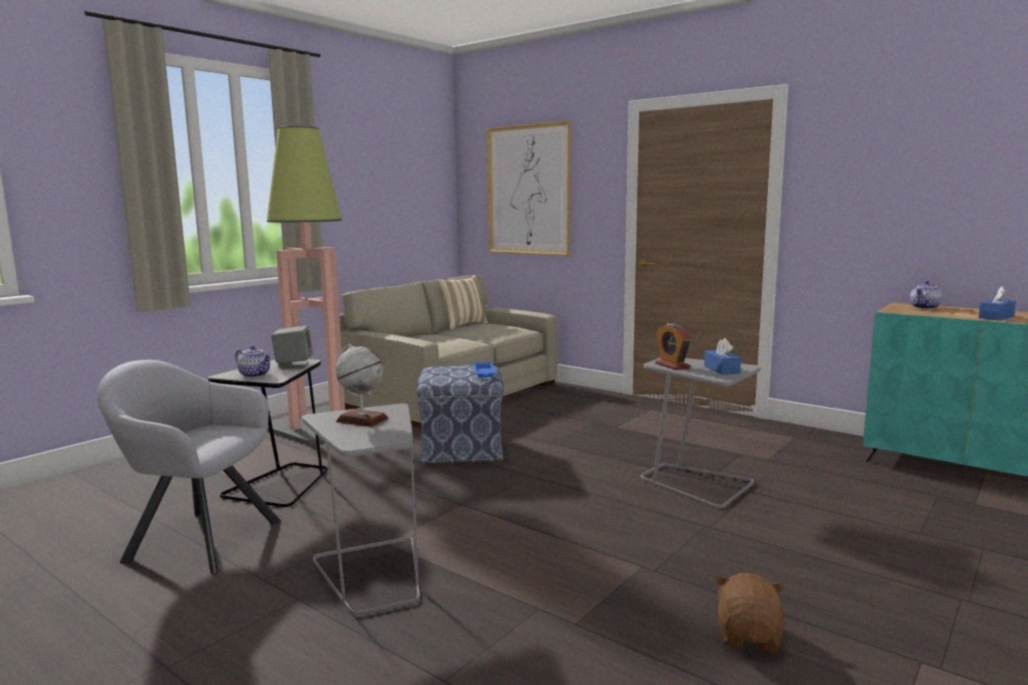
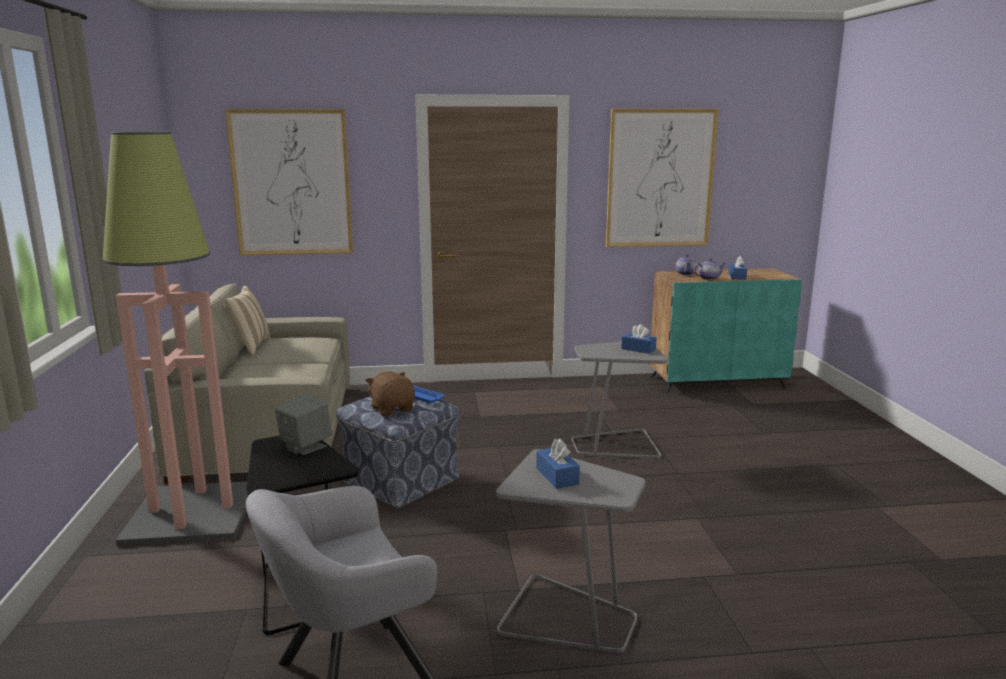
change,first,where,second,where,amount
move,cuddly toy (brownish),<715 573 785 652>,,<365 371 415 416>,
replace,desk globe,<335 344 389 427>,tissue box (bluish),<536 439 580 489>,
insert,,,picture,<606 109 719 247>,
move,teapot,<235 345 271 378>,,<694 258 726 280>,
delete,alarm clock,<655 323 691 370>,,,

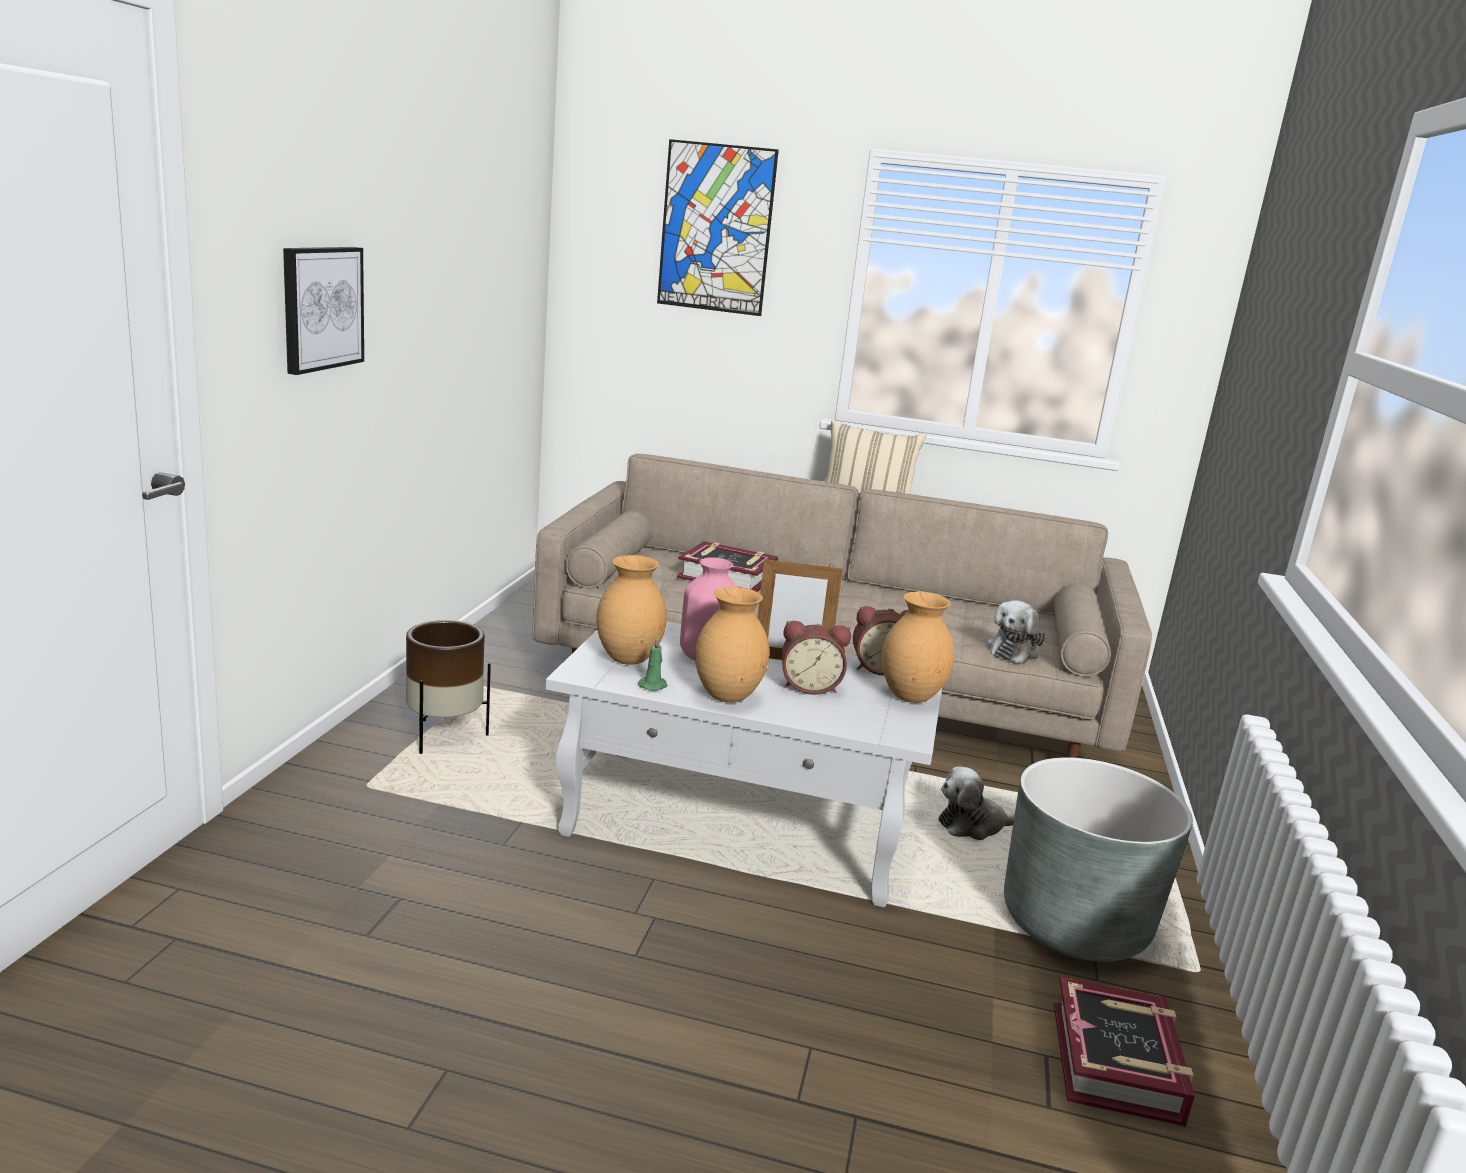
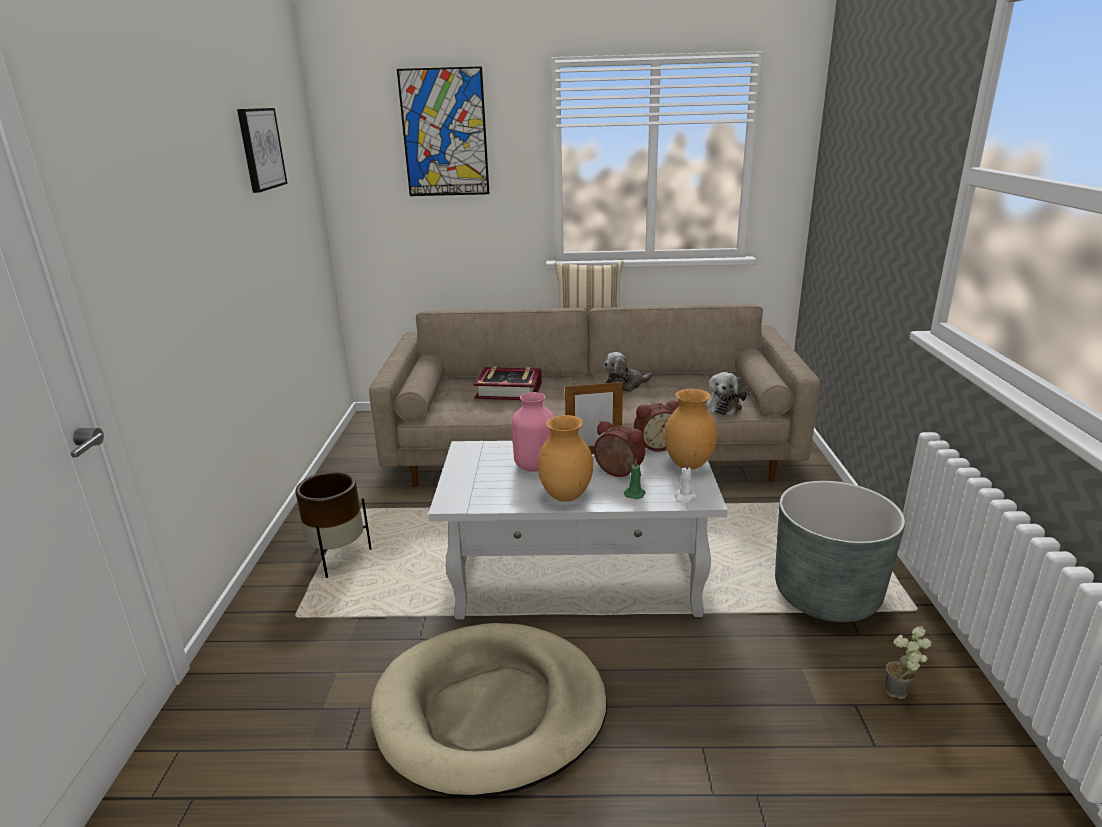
change,first,where,second,where,amount
move,picture,<283 247 364 375>,,<237 108 288 193>,
insert,,,pet bed (beige),<371 623 607 797>,
rotate,alarm clock,<782 621 851 695>,,<594 421 645 477>,135 degrees counterclockwise
move,cuddly toy,<938 766 1015 840>,,<603 352 653 392>,
move,wax light (greenish),<638 637 668 691>,,<624 459 645 499>,
insert,,,wax light (whitish),<674 461 697 503>,
replace,book,<1054 977 1195 1127>,potted plant,<885 626 931 699>,
delete,decorative vase (brownish),<596 555 667 665>,,,

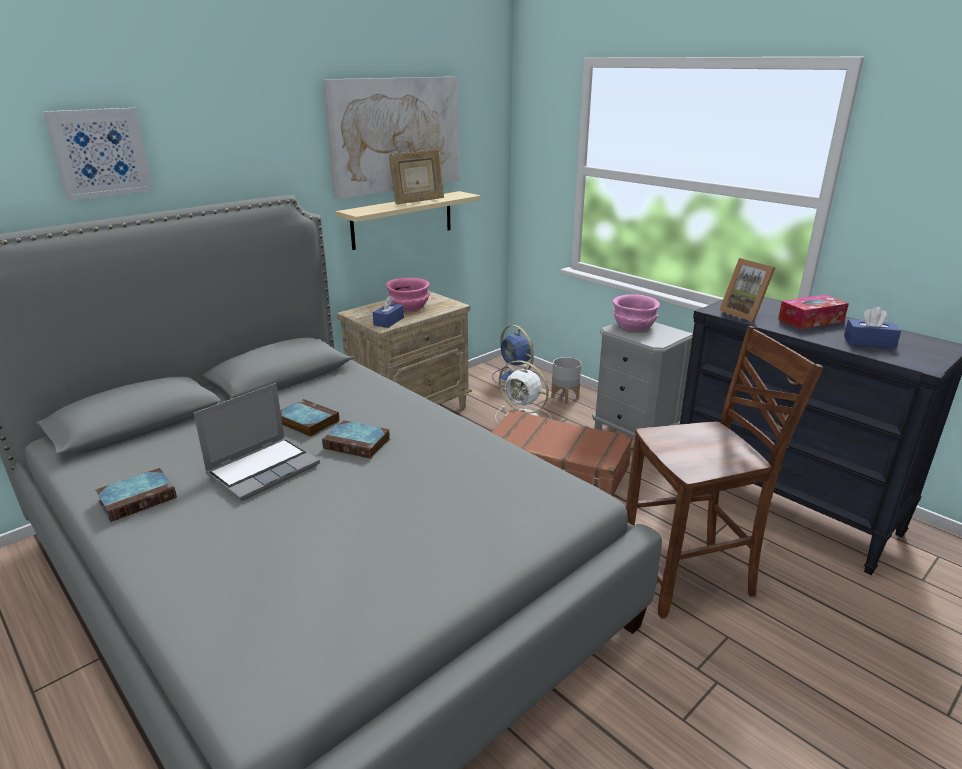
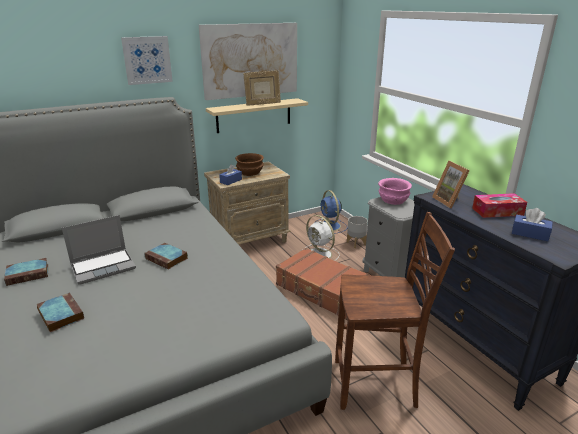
change,first,where,second,where,amount
move,book,<280 399 339 437>,,<36 293 84 332>,
move,picture,<43 108 153 200>,,<121 36 173 85>,
recolor,serving bowl (pink-coloured),<386 278 430 312>,serving bowl (brownish),<235 153 264 176>,

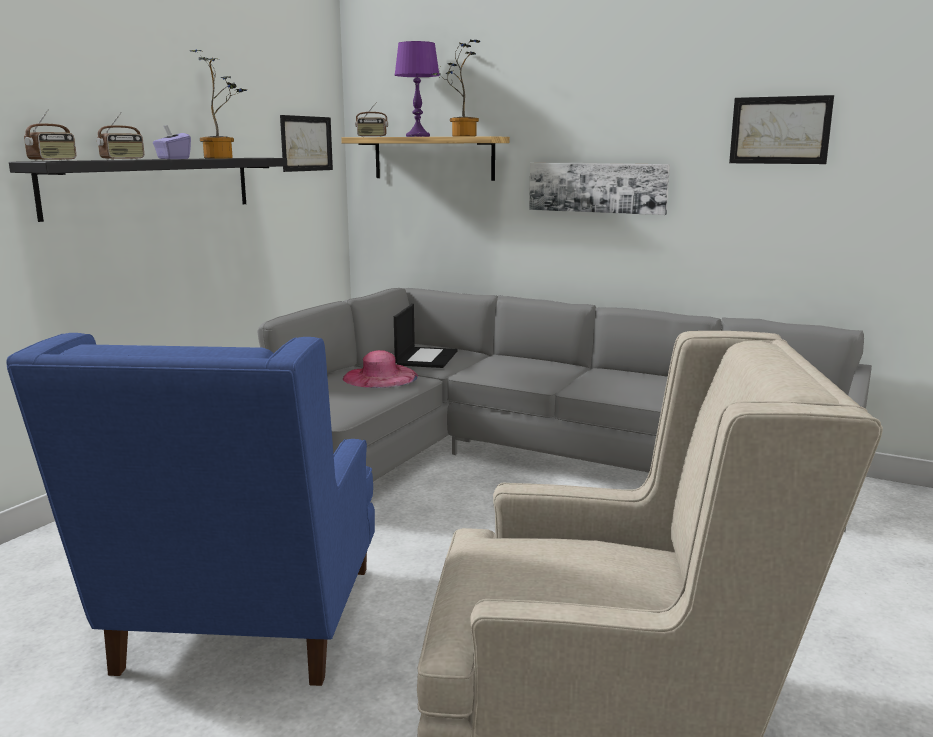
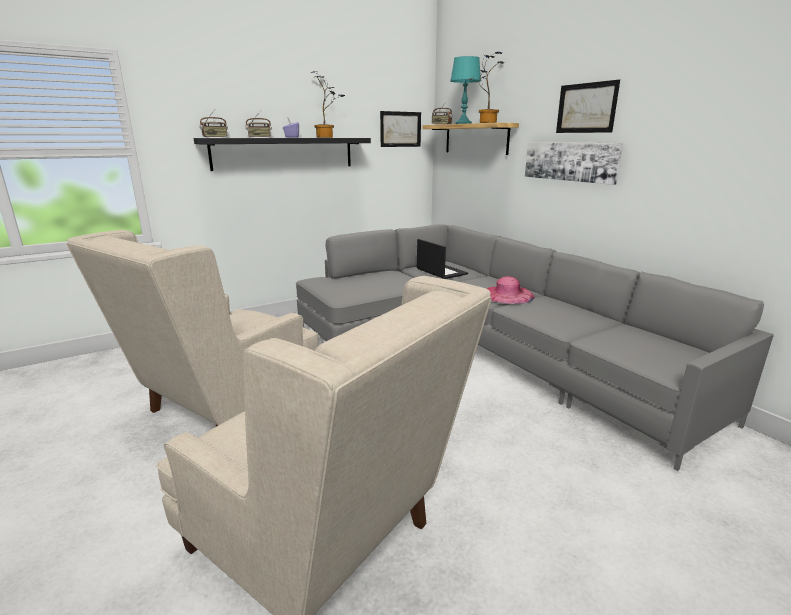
change,first,where,second,where,amount
recolor,lounge chair (bluish),<6 333 375 686>,lounge chair (beige),<67 230 319 427>,
rotate,laptop,<394 304 458 368>,,<417 239 468 279>,75 degrees counterclockwise
recolor,table lamp (purple-coloured),<394 41 440 137>,table lamp (turquoise-coloured),<450 56 481 124>,
move,wearable hat (pink-coloured),<343 350 418 388>,,<487 276 535 304>,
move,picture,<729 95 834 164>,,<556 80 620 133>,

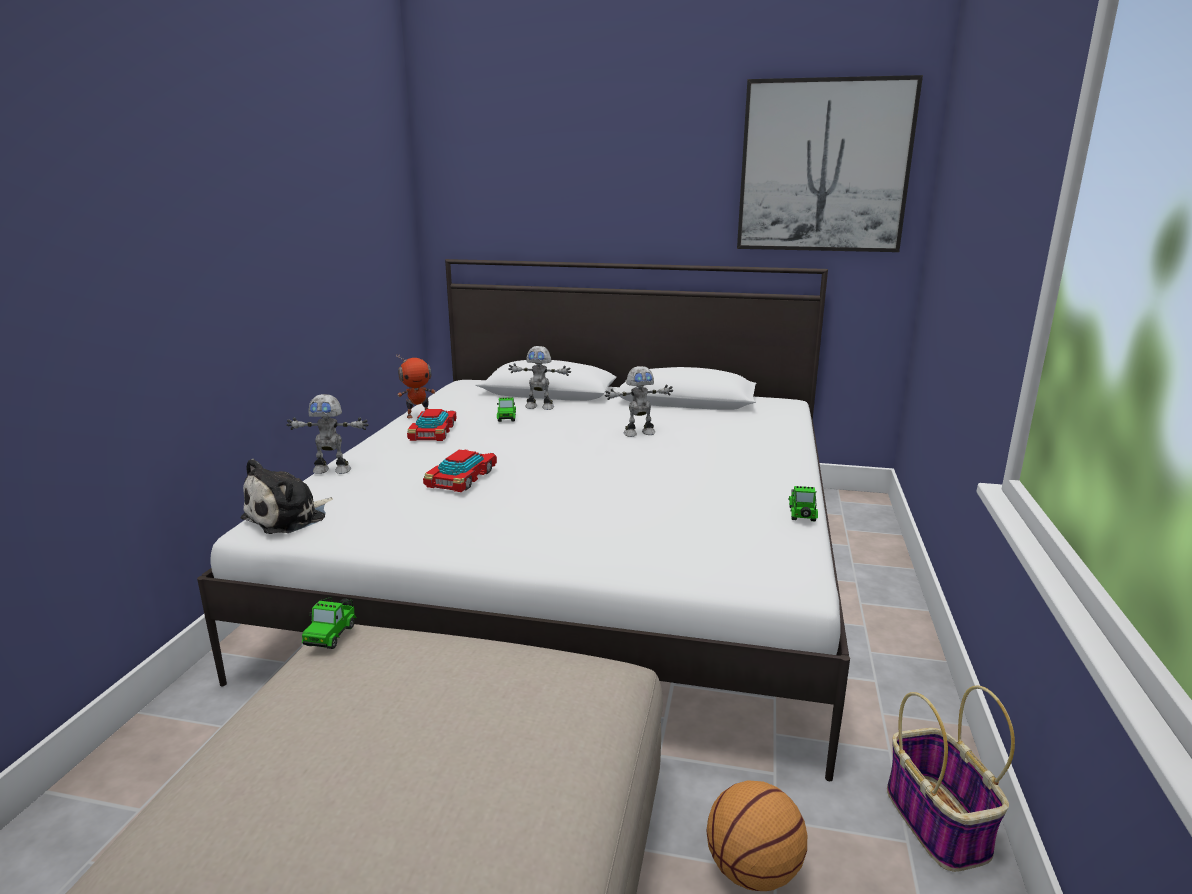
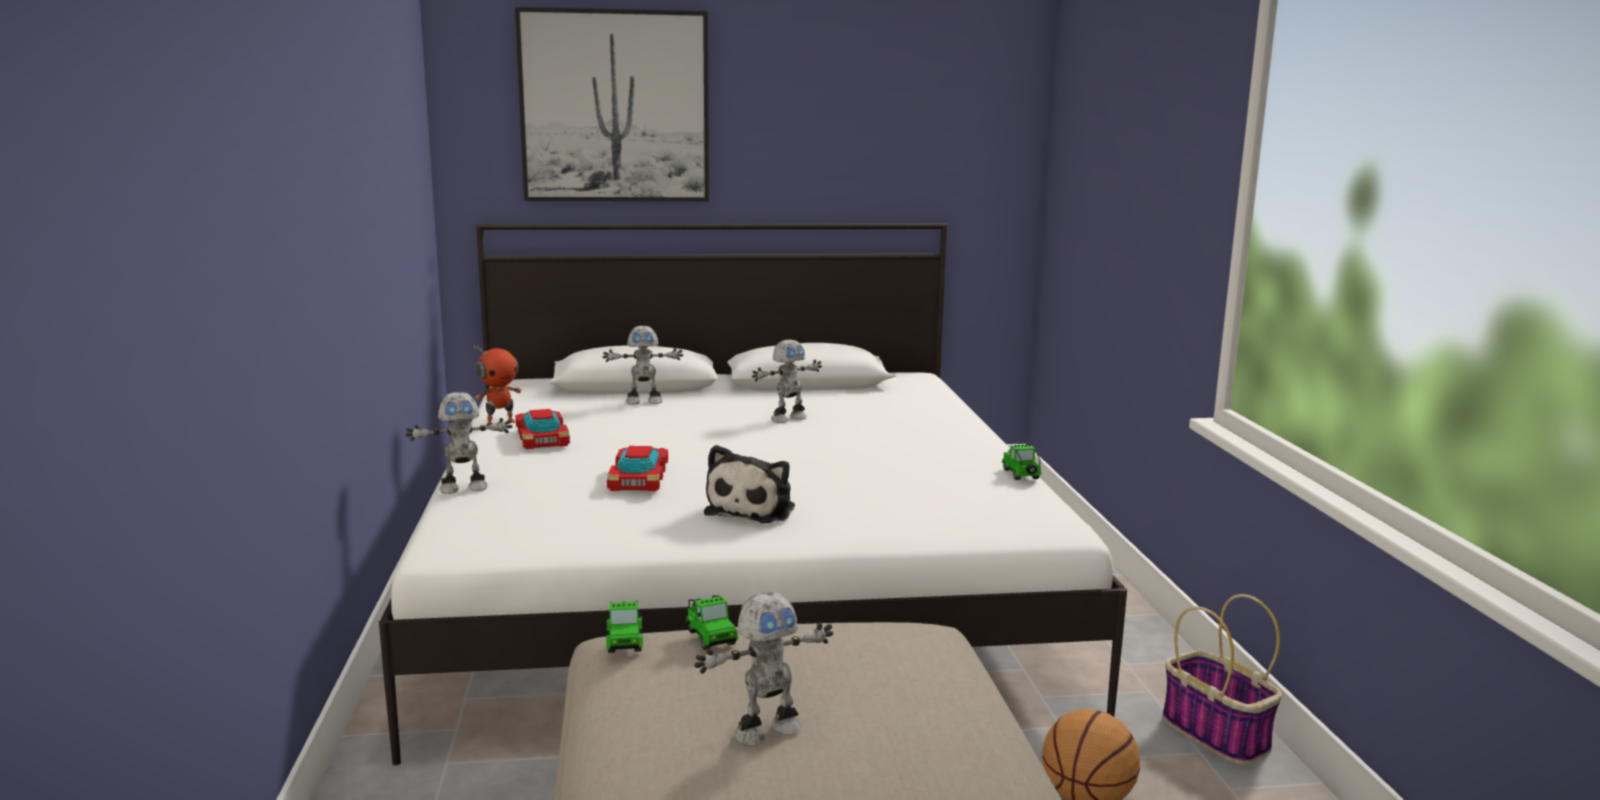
change,first,where,second,where,amount
move,picture,<737 75 923 252>,,<515 7 709 202>,
move,miniature car,<497 398 516 422>,,<685 595 738 650>,
insert,,,toy robot,<694 592 833 746>,
move,cuddly toy,<241 459 333 534>,,<704 445 795 523>,

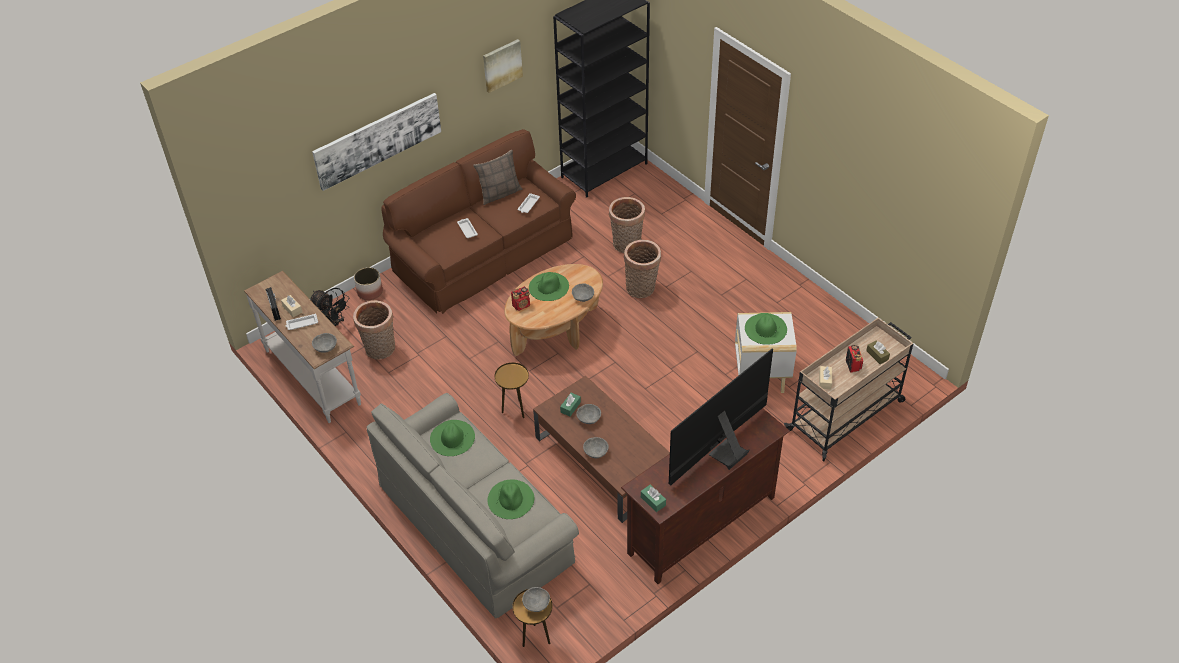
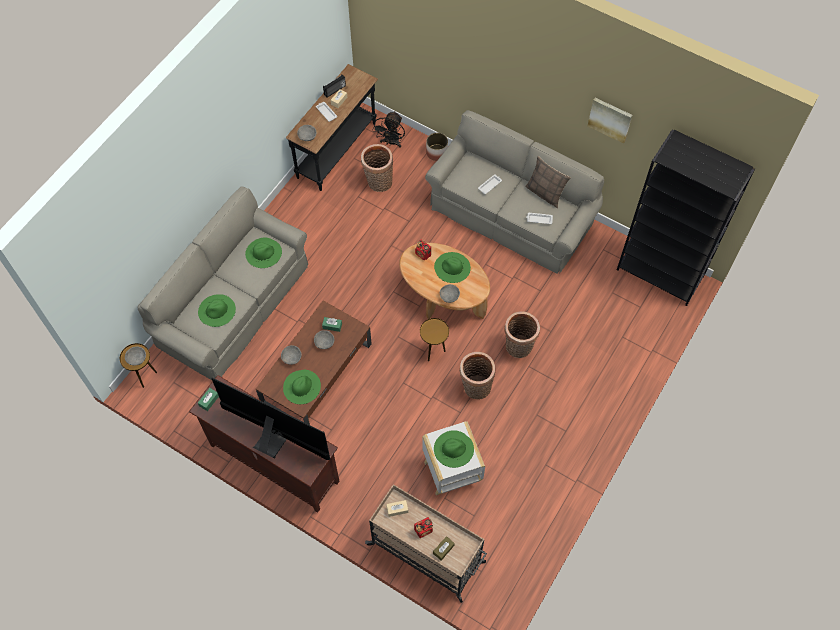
change,first,where,second,where,amount
insert,,,wearable hat (greenish),<283 370 321 404>,
recolor,hall table (whitish),<244 271 361 423>,hall table (blackish),<286 64 378 191>,
move,side table (brownish),<494 362 529 418>,,<420 318 449 361>,
recolor,settee (brownish),<381 129 576 314>,settee (gray),<425 110 604 274>,
move,household basket,<609 197 645 253>,,<460 352 496 399>,
delete,picture,<312 93 441 191>,,,

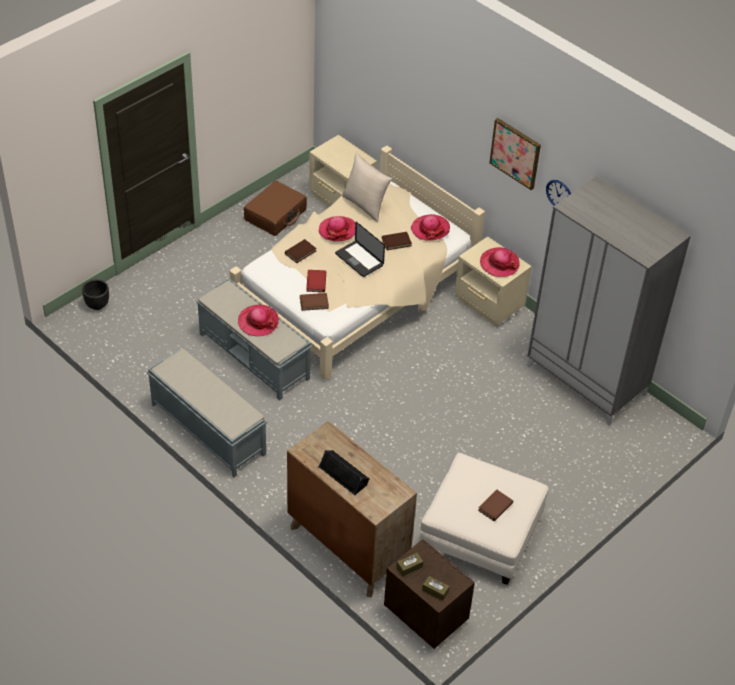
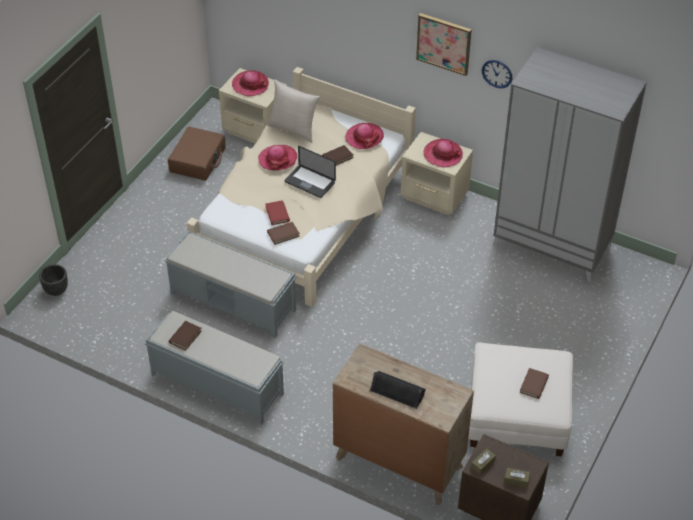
change,first,where,second,where,amount
move,book (brownish),<285 239 317 263>,,<169 321 202 351>,
move,wearable hat,<238 305 279 336>,,<232 70 269 96>,

